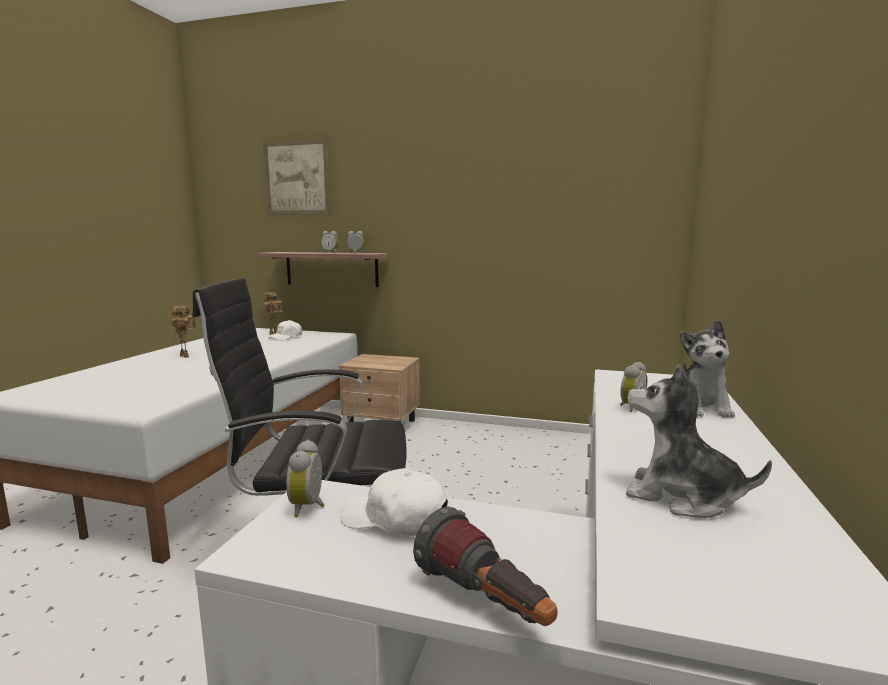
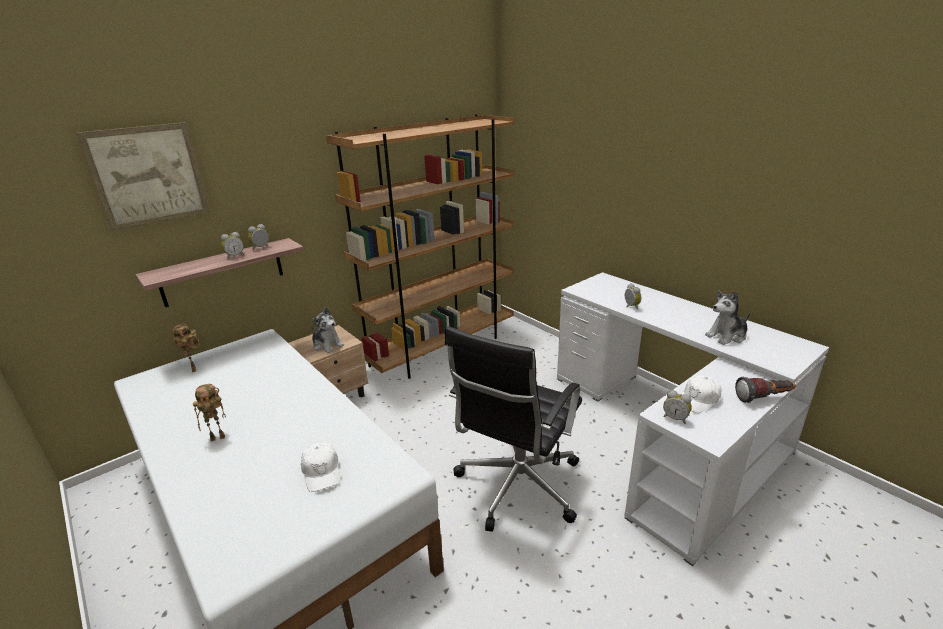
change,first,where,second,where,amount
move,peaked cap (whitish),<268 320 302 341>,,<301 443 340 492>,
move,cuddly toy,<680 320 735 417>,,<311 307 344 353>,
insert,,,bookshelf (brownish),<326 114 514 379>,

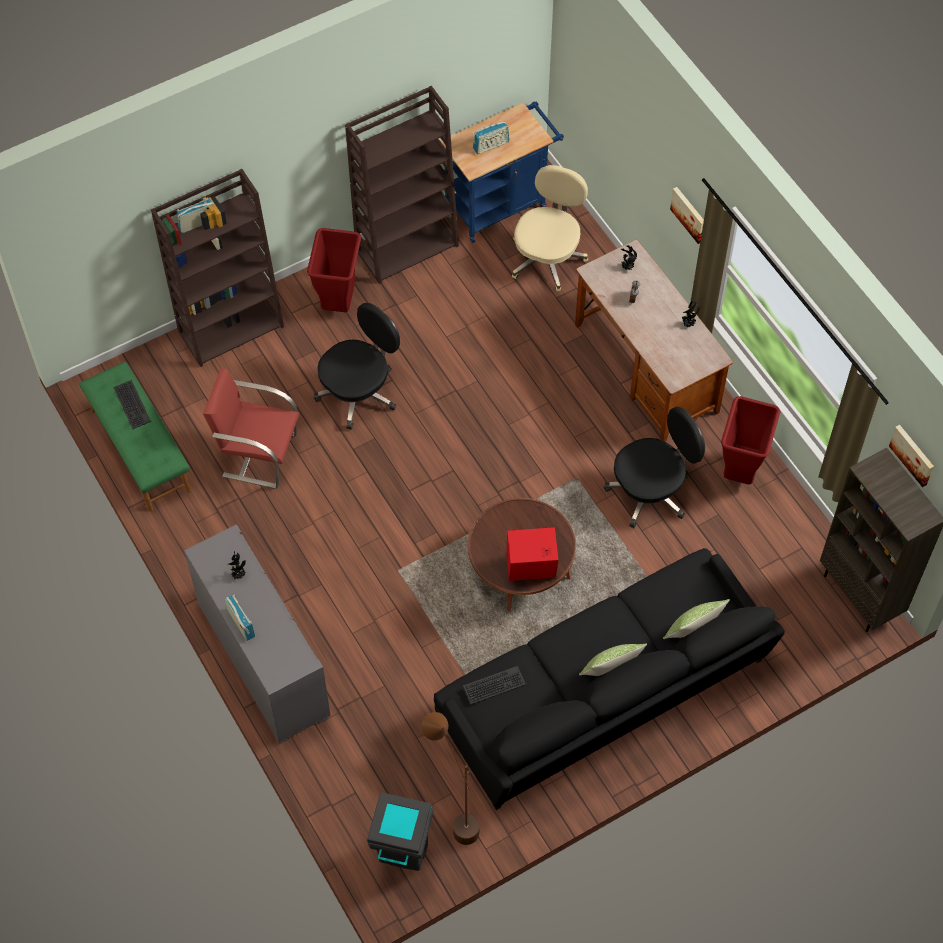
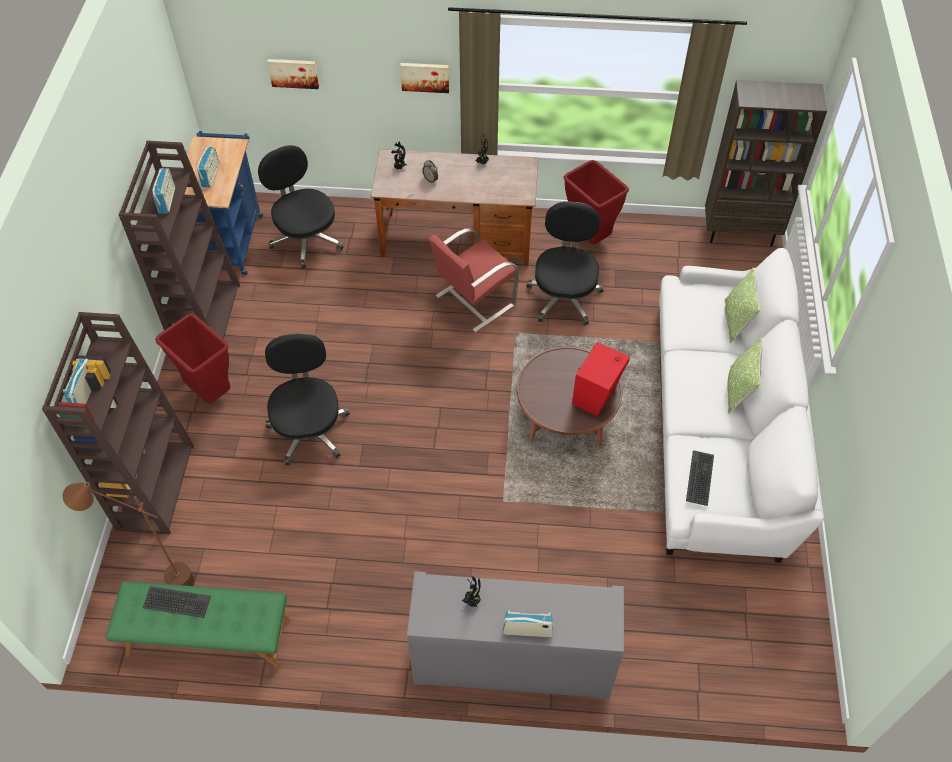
change,first,where,second,where,amount
move,floor lamp (brownish),<421 712 479 845>,,<62 482 194 586>,
insert,,,radio set,<152 168 175 214>,
recolor,computer chair (beige),<512 165 588 291>,computer chair (blackish),<258 145 344 269>,
move,picture,<889 425 934 487>,,<267 59 319 89>,
move,upright chair (reddish),<203 368 299 489>,,<429 228 519 333>,
recolor,settee (blackish),<434 548 785 810>,settee (whitish),<659 248 824 563>,
delete,trash can (gray),<367 792 434 871>,,,

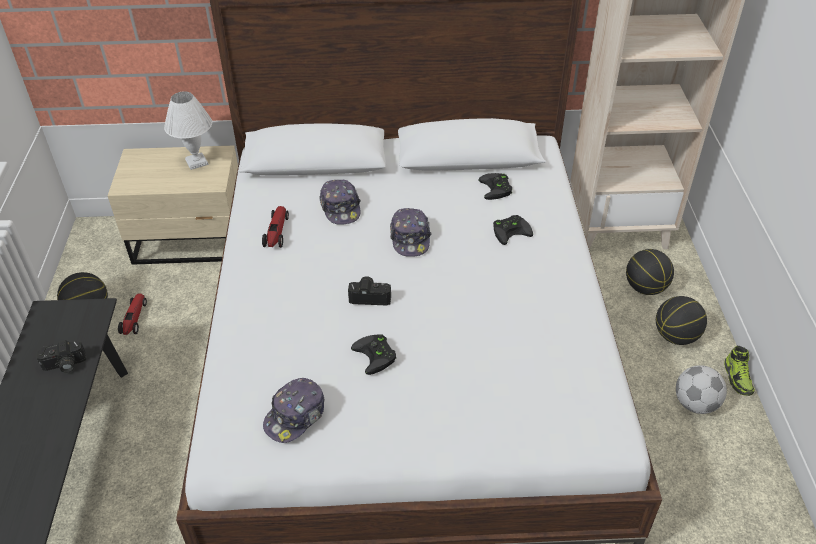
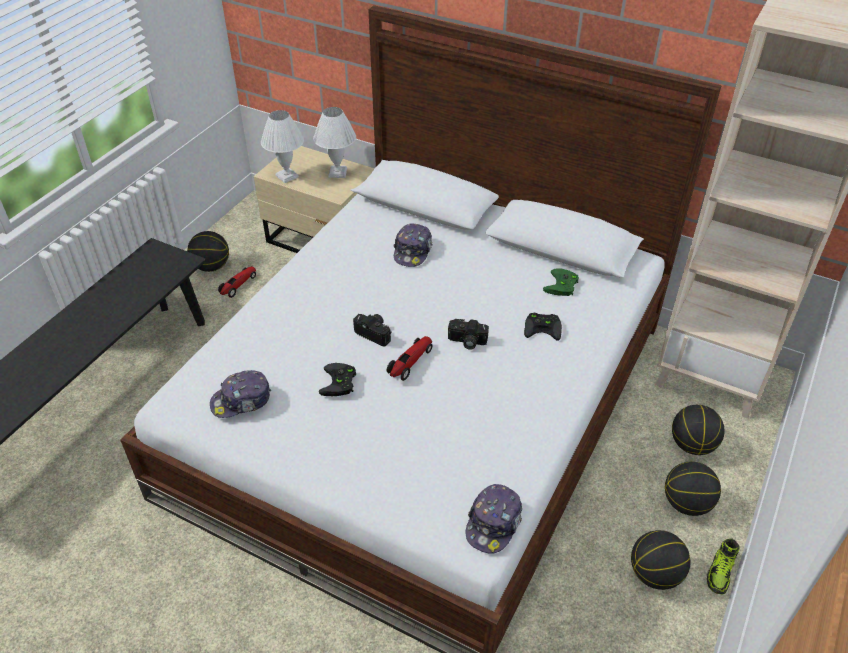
change,first,where,second,where,amount
insert,,,table lamp (whitish),<261 110 304 183>,
move,miniature car,<262 206 289 248>,,<386 336 432 381>,
move,still camera,<37 340 86 373>,,<448 319 489 350>,
move,peaked cap,<390 208 431 257>,,<465 484 522 554>,
recolor,game controller (blackish),<478 173 512 200>,game controller (greenish),<543 268 579 296>,
replace,ball for football,<676 365 727 414>,ball for basketball,<631 530 690 590>,

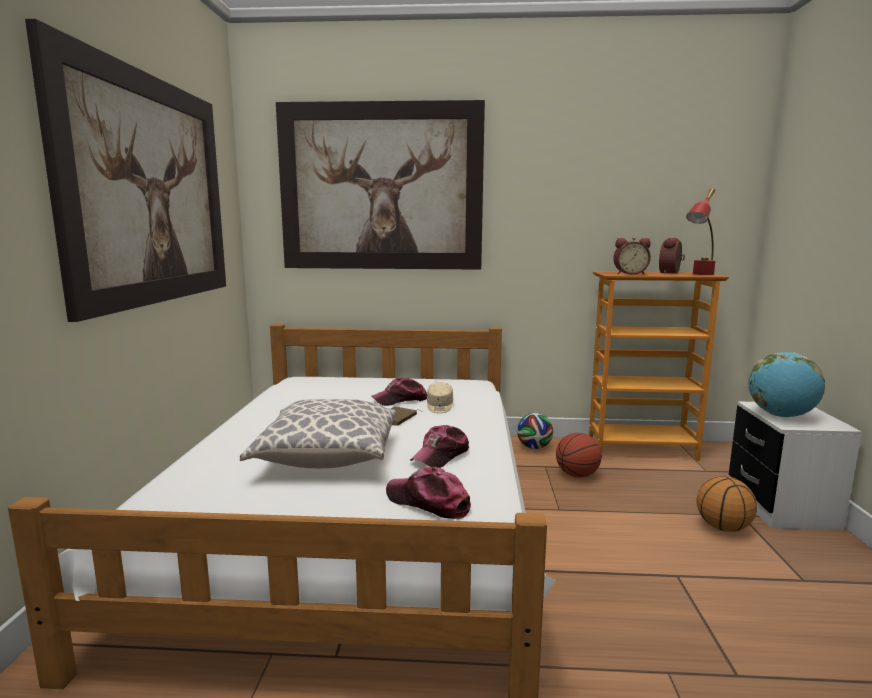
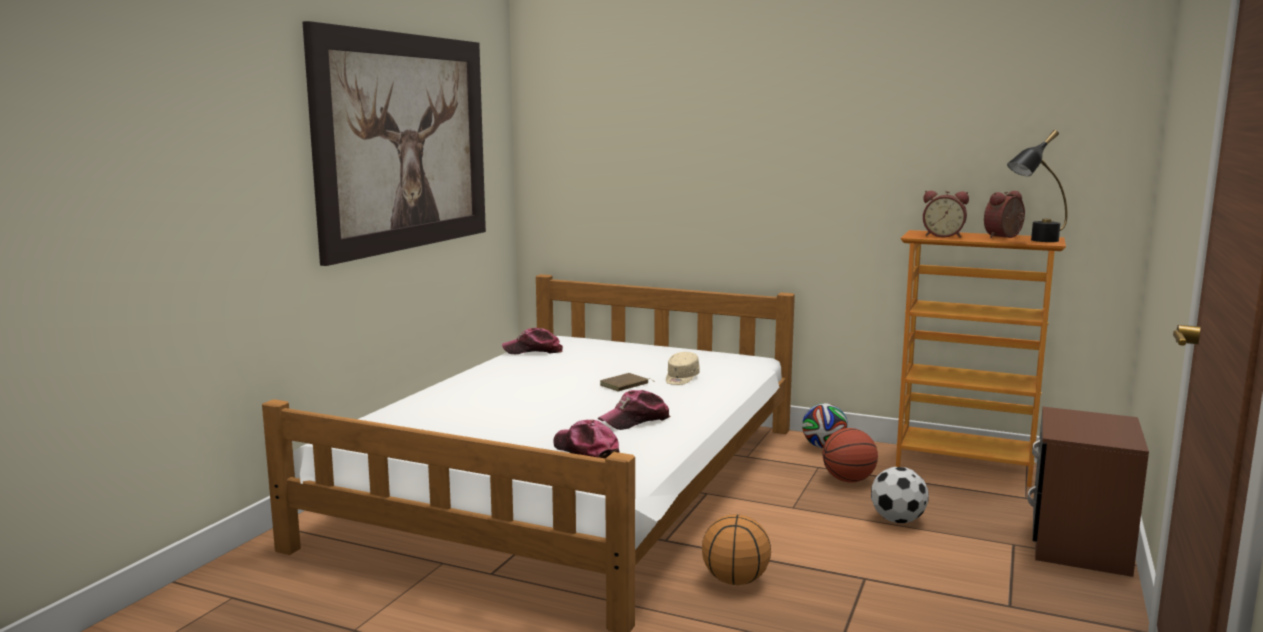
change,first,where,second,where,amount
move,peaked cap,<371 378 427 406>,,<502 328 563 354>,
move,ball for basketball,<697 476 757 532>,,<702 514 771 585>,
insert,,,ball for football,<871 467 929 523>,
recolor,table lamp (reddish),<686 189 715 275>,table lamp (blackish),<1007 130 1067 242>,
recolor,bedside table (whitish),<729 402 862 530>,bedside table (brownish),<1027 407 1149 577>,
delete,cushion,<240 399 396 468>,,,
delete,picture,<276 100 485 270>,,,
delete,desk globe,<749 352 825 417>,,,

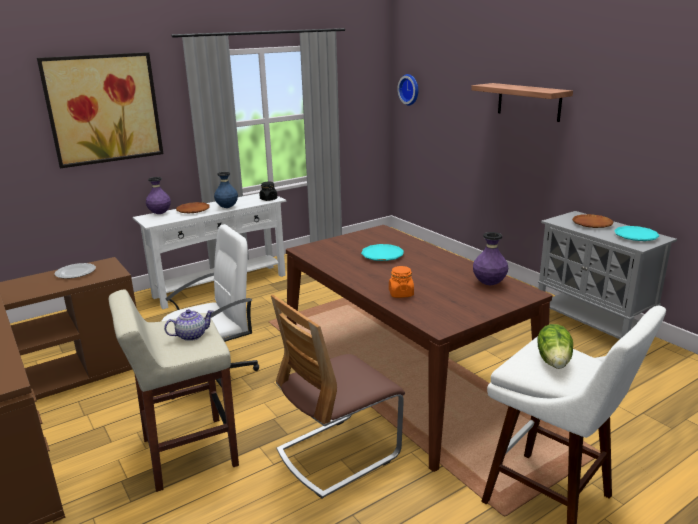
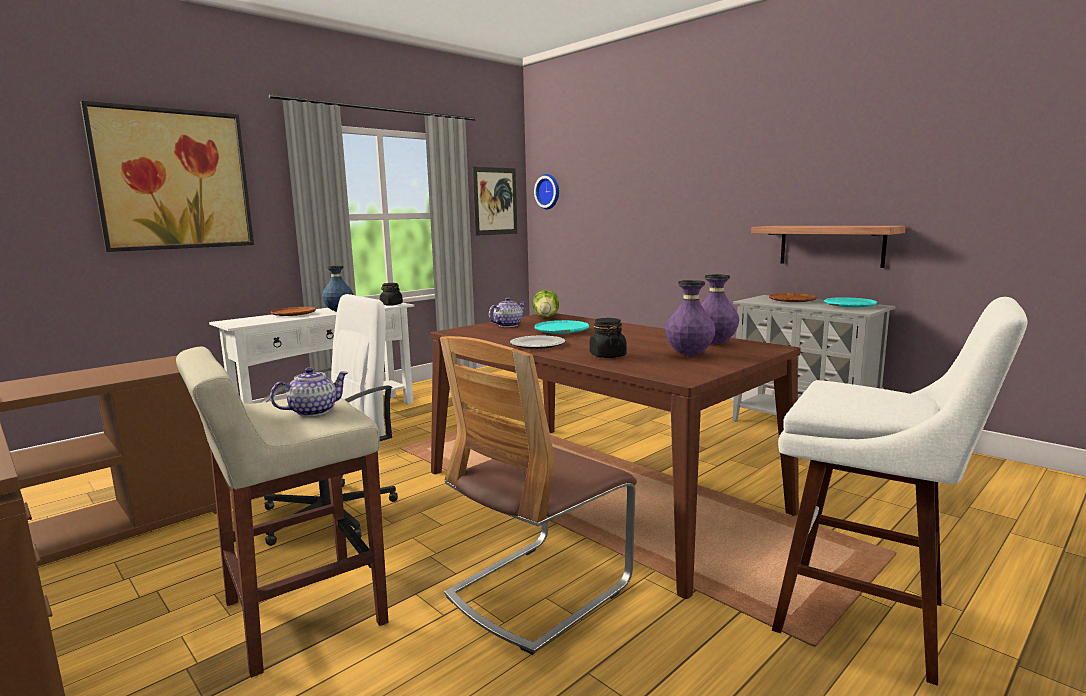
change,first,where,second,where,amount
insert,,,picture,<472 166 517 236>,
insert,,,teapot,<489 297 526 327>,
move,flat dish,<54 263 96 278>,,<510 336 566 349>,
move,lettuce,<538 324 573 369>,,<533 290 559 318>,
recolor,preserve jar (orange),<389 266 414 298>,preserve jar (blackish),<590 318 627 358>,
move,decorative vase (purple-coloured),<146 177 171 214>,,<665 280 716 356>,
move,shelf,<471 83 573 122>,,<751 226 906 268>,

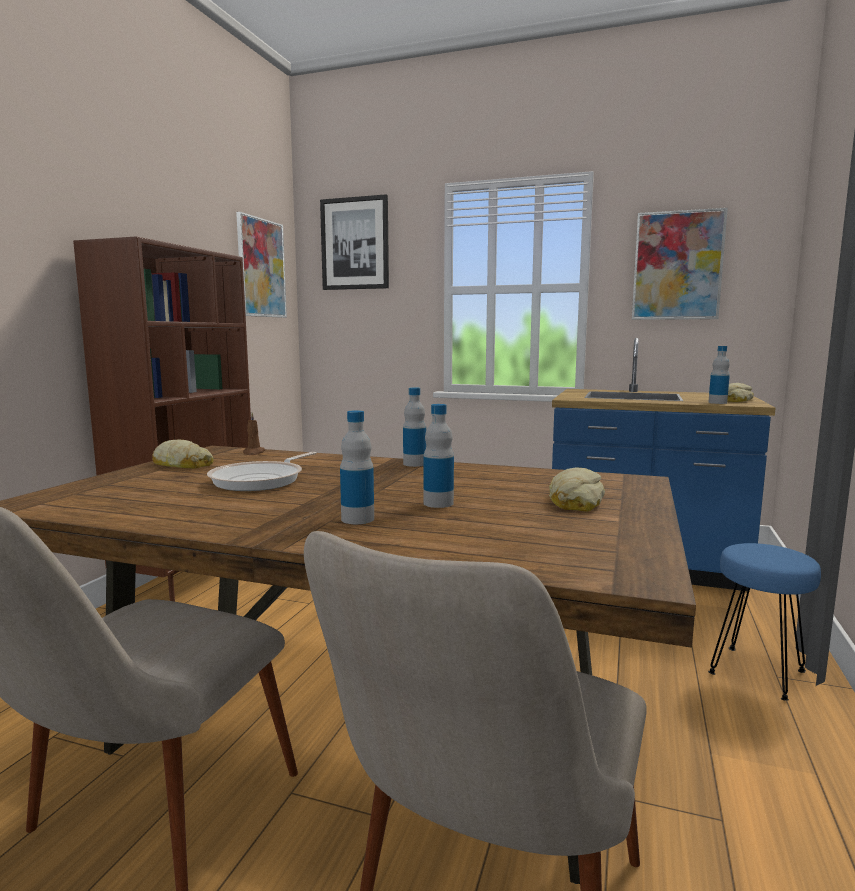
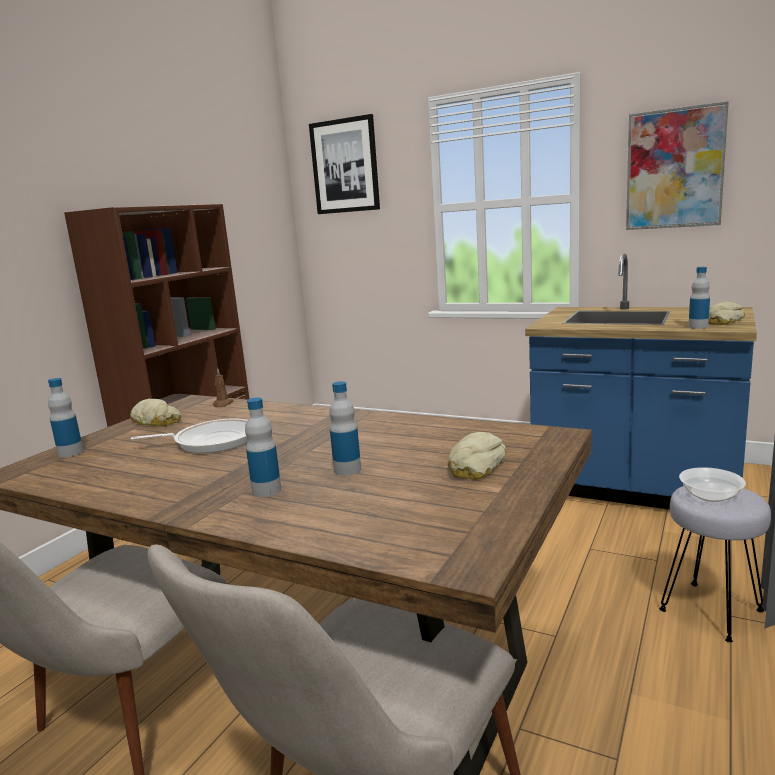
change,first,where,second,where,amount
move,drink bottle,<403 387 426 467>,,<48 378 83 458>,
rotate,frying pan,<207 452 317 491>,,<130 418 248 453>,135 degrees counterclockwise
recolor,sitting stool (bluish),<708 543 821 701>,sitting stool (gray),<659 486 771 642>,
insert,,,serving bowl,<679 467 746 502>,
delete,picture,<236 212 287 318>,,,

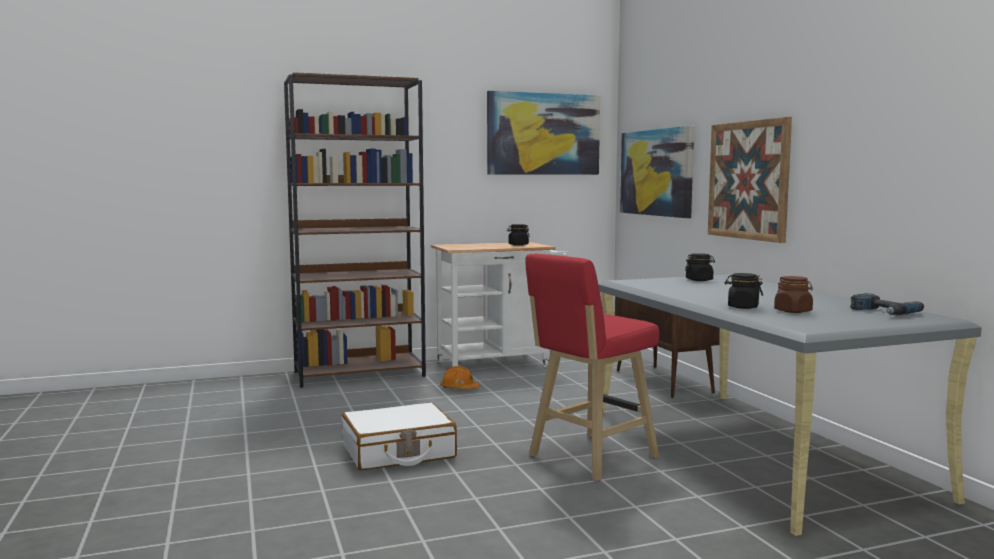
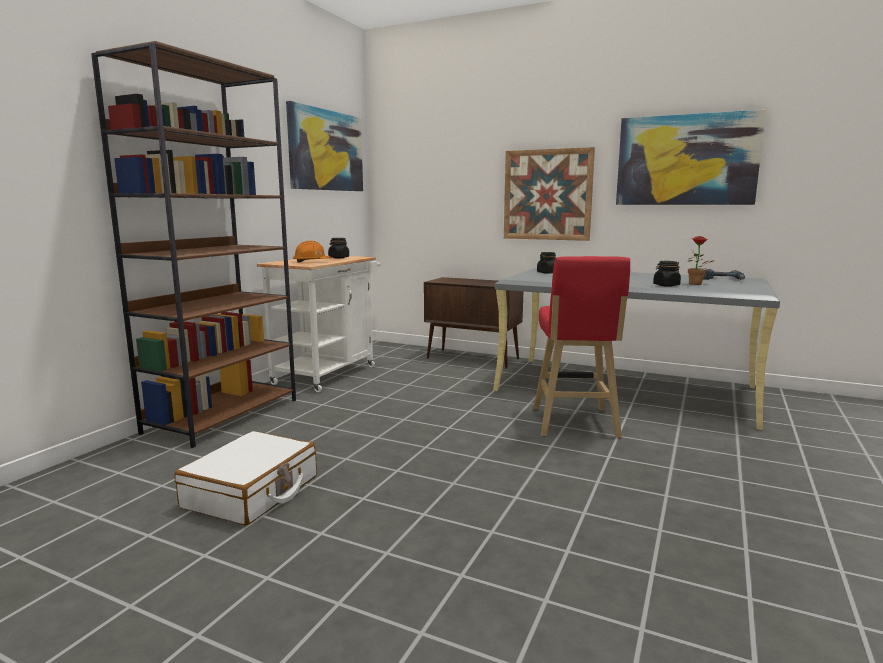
change,first,where,second,where,amount
move,travel case (whitish),<342 403 457 470>,,<174 431 317 526>,
move,safety helmet (orange),<440 366 480 389>,,<293 241 331 263>,
move,picture,<620 125 694 218>,,<616 109 766 205>,
replace,preserve jar (brownish),<774 276 813 313>,potted plant,<688 236 715 285>,

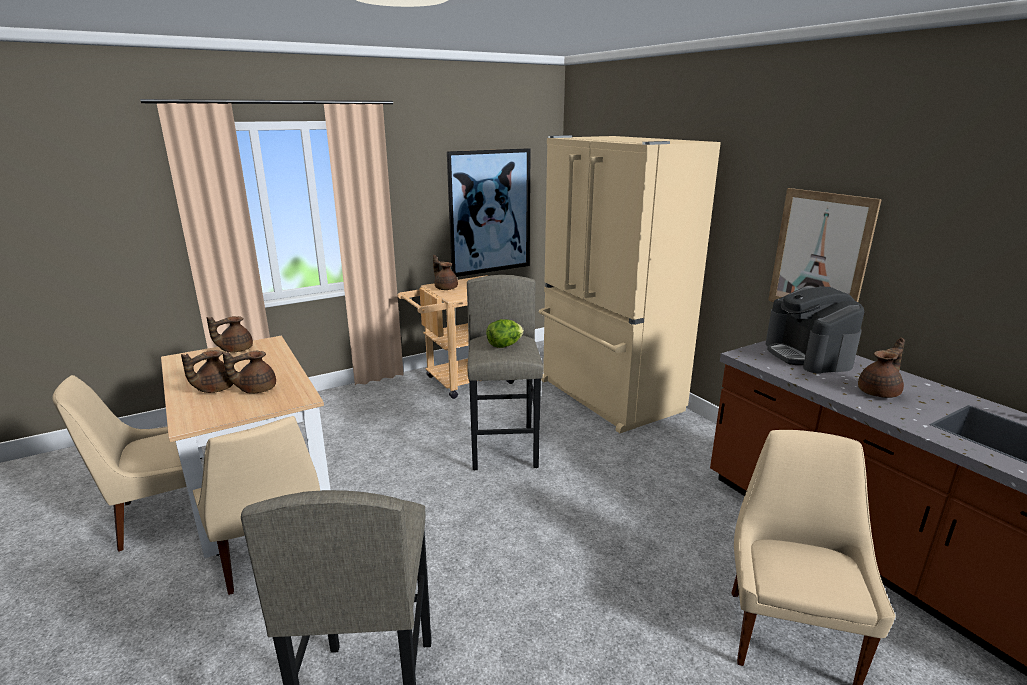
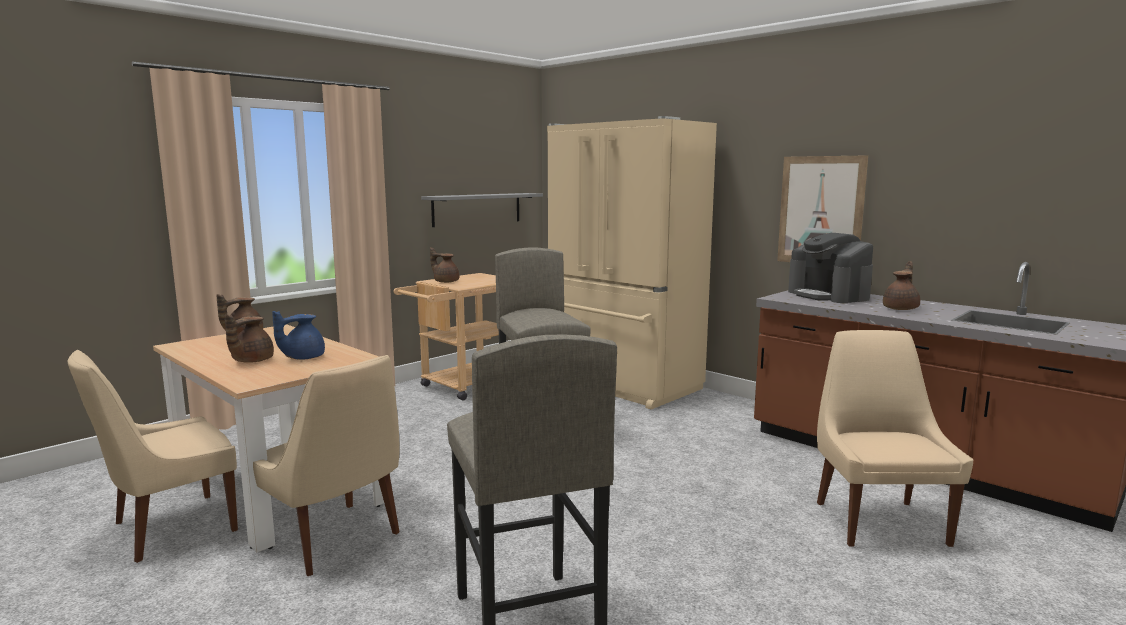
change,first,where,second,where,amount
recolor,teapot (brownish),<222 351 276 394>,teapot (bluish),<272 311 325 360>,
replace,picture,<447 148 531 277>,shelf (gray),<421 193 543 227>,
delete,lettuce,<486 319 524 348>,,,

